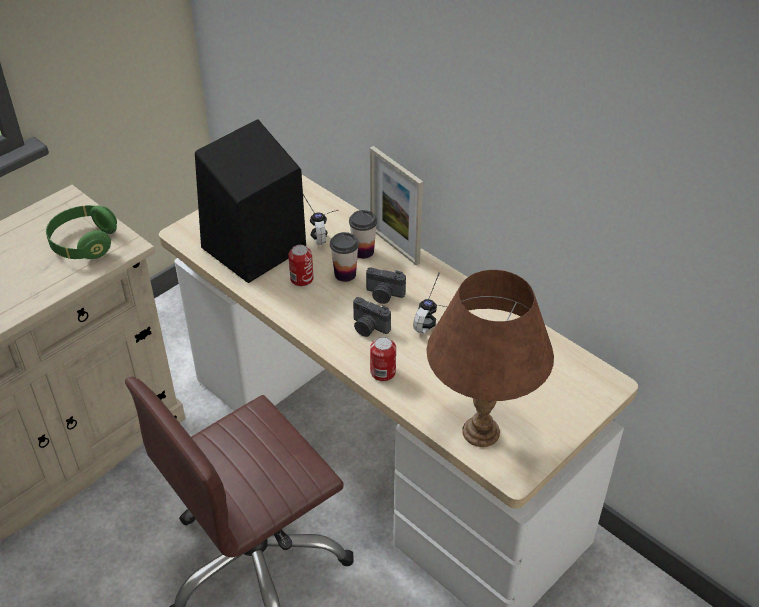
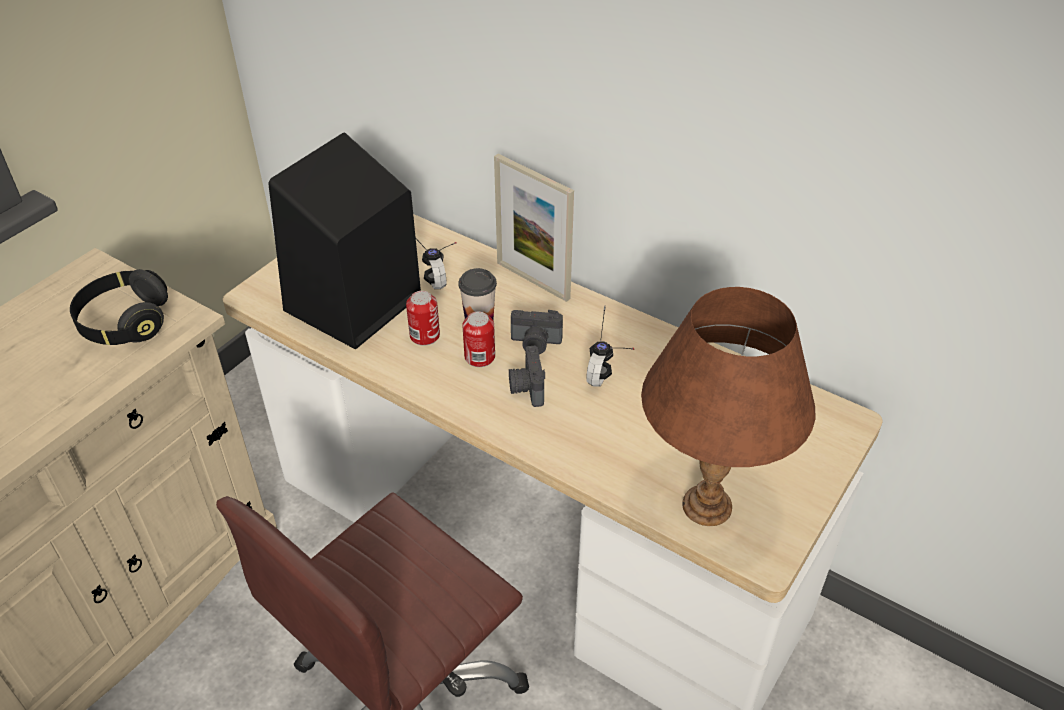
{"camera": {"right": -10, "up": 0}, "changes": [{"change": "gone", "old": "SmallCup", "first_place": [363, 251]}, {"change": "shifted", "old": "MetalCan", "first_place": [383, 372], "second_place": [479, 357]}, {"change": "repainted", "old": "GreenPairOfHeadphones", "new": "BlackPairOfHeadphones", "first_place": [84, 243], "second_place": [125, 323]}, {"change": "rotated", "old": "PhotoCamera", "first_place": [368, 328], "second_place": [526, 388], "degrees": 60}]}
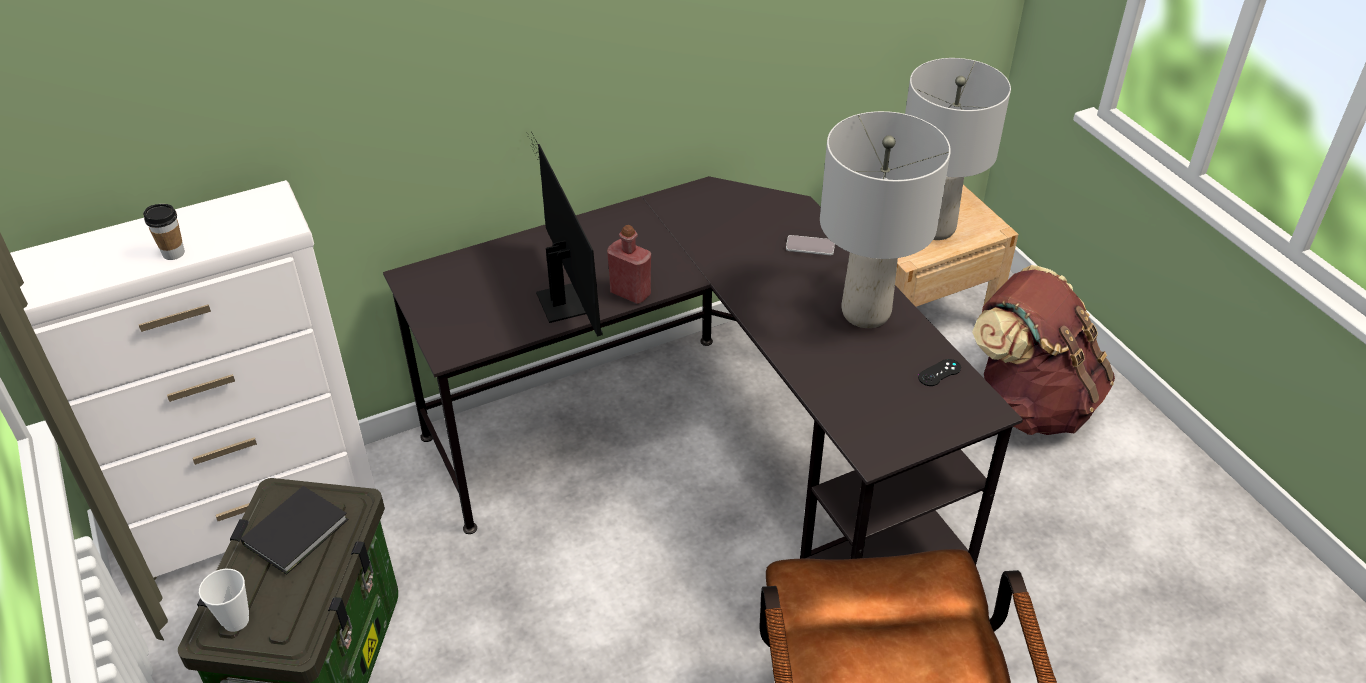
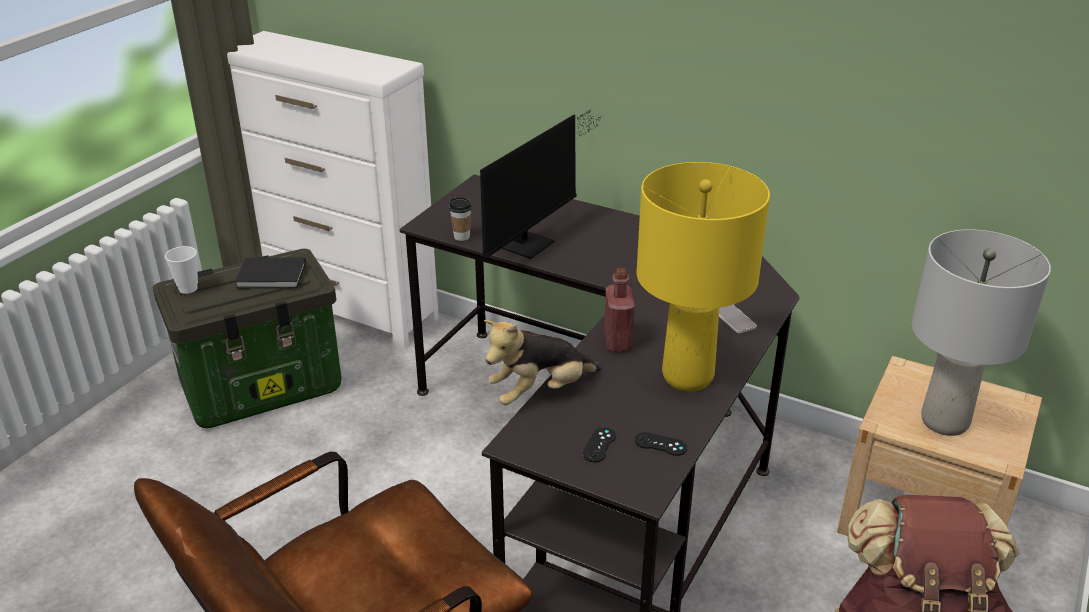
{"camera": {"right": 55, "up": -10}, "changes": [{"change": "new", "new": "CuddlyToy", "second_place": [540, 392]}, {"change": "new", "new": "BlackJoypad", "second_place": [599, 445]}, {"change": "shifted", "old": "SmallCup", "first_place": [173, 253], "second_place": [461, 237]}, {"change": "shifted", "old": "RedColouredDrinkBottle", "first_place": [630, 293], "second_place": [617, 341]}, {"change": "repainted", "old": "GrayTabletopLamp", "new": "YellowishTabletopLamp", "first_place": [866, 313], "second_place": [687, 377]}]}
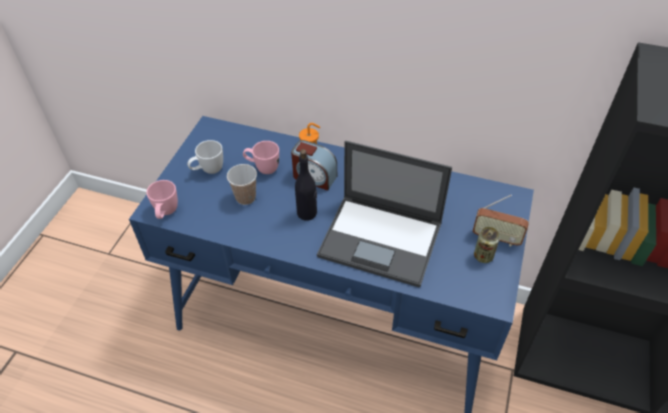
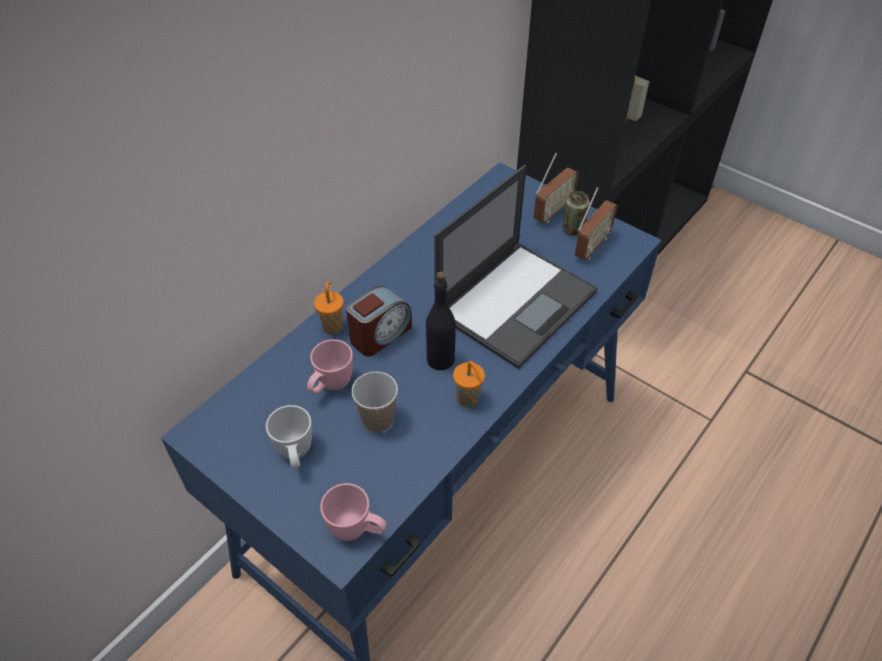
{"camera": {"right": -70, "up": 0}, "changes": [{"change": "new", "new": "OrangeSmallCup", "second_place": [468, 400]}, {"change": "new", "new": "RadioReceiver", "second_place": [592, 246]}]}
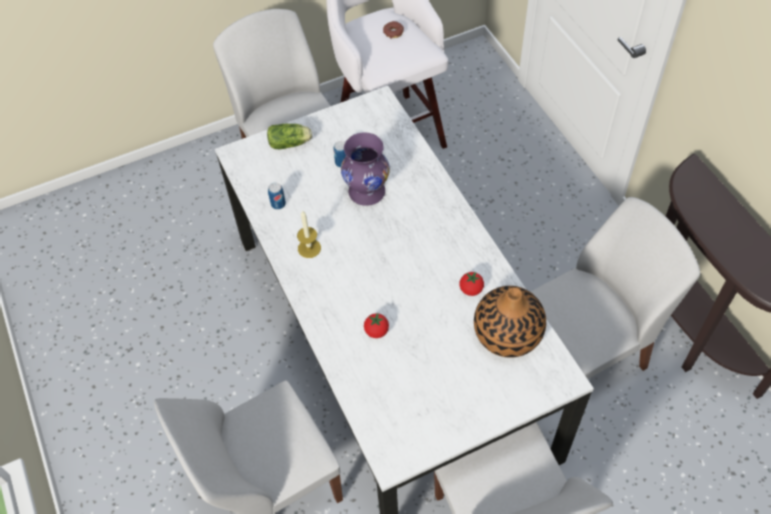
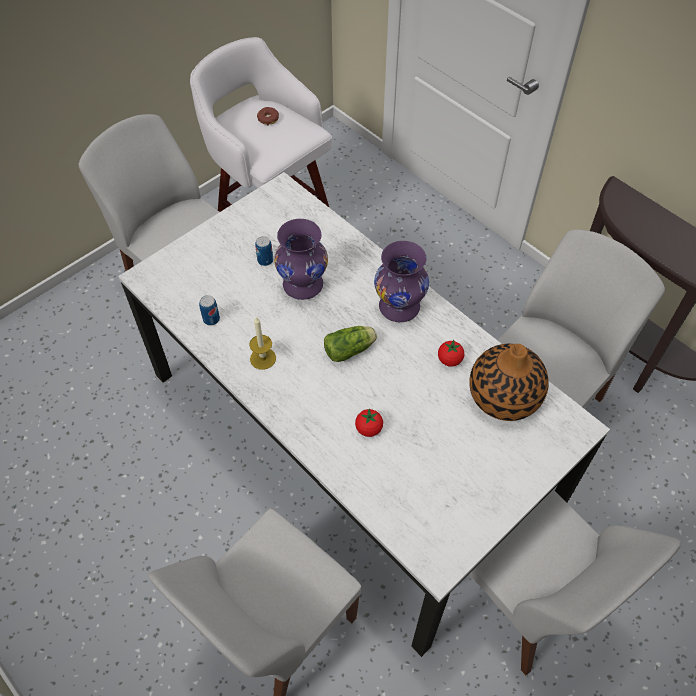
{"camera": {"right": -20, "up": 0}, "changes": [{"change": "new", "new": "PurplishFlowerVase", "second_place": [398, 306]}, {"change": "shifted", "old": "LettuceHead", "first_place": [291, 143], "second_place": [351, 349]}]}
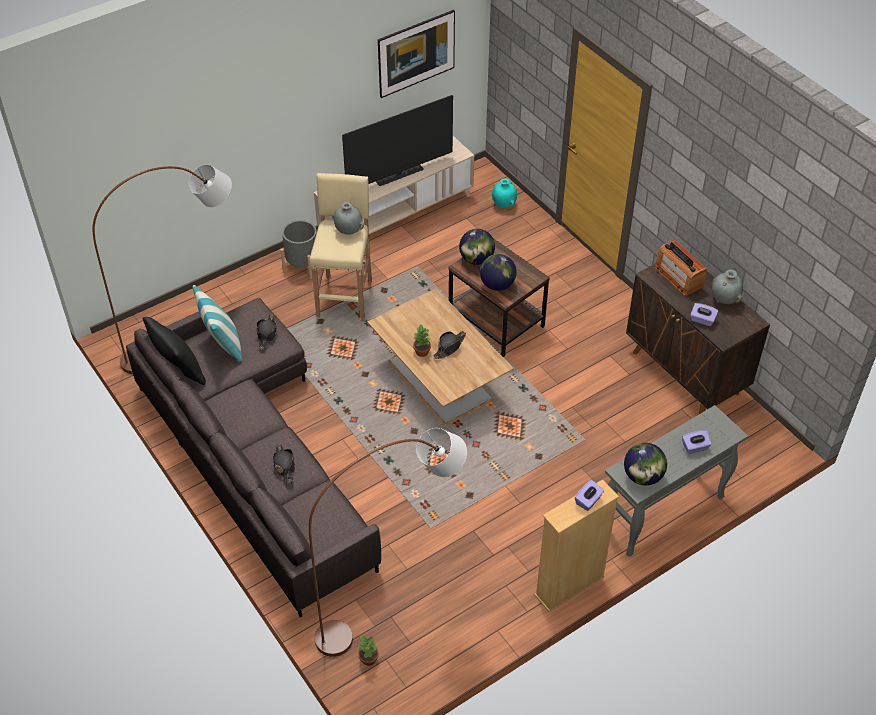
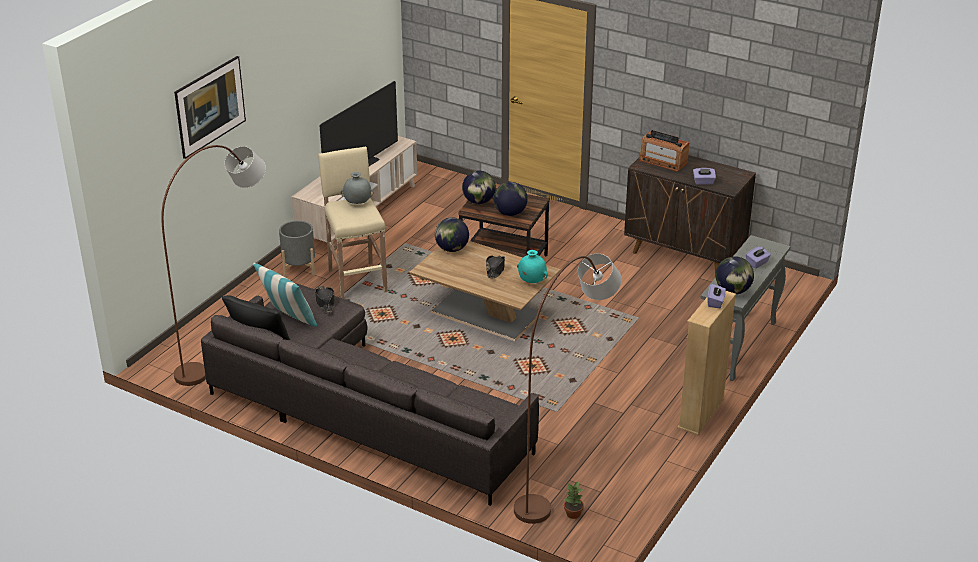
{"camera": {"right": -25, "up": -15}, "changes": [{"change": "gone", "old": "BlackWearableHat", "first_place": [284, 465]}, {"change": "gone", "old": "PottedPlant", "first_place": [422, 352]}, {"change": "gone", "old": "GrayFlowerVase", "first_place": [724, 300]}, {"change": "new", "new": "WorldGlobe", "second_place": [451, 249]}, {"change": "shifted", "old": "WallPicture", "first_place": [416, 67], "second_place": [212, 122]}, {"change": "shifted", "old": "TurquoiseFlowerVase", "first_place": [503, 205], "second_place": [531, 282]}]}
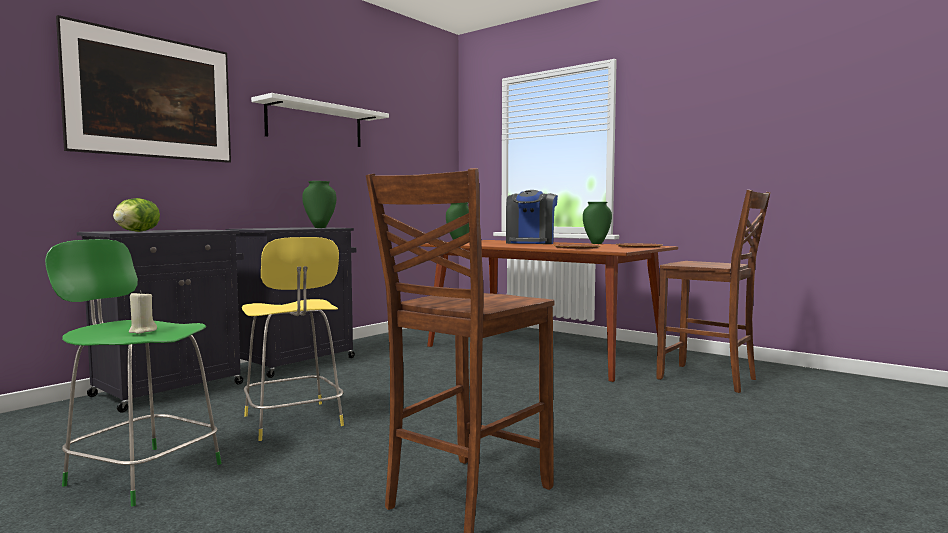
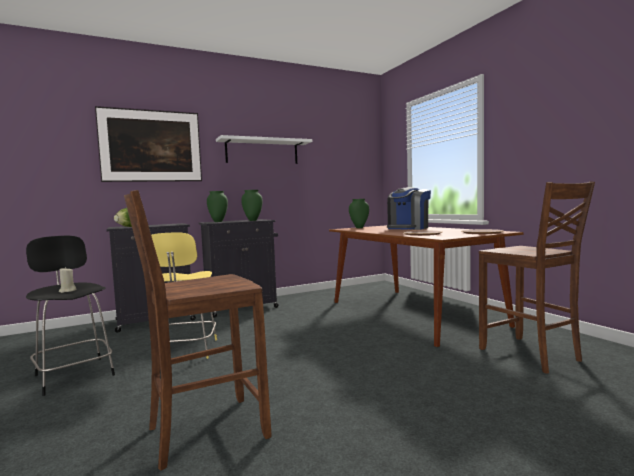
{"camera": {"right": 25, "up": 0}, "changes": [{"change": "shifted", "old": "GreenFlowerVase", "first_place": [596, 243], "second_place": [218, 222]}, {"change": "repainted", "old": "GreenStool", "new": "BlackStool", "first_place": [141, 473], "second_place": [74, 374]}]}
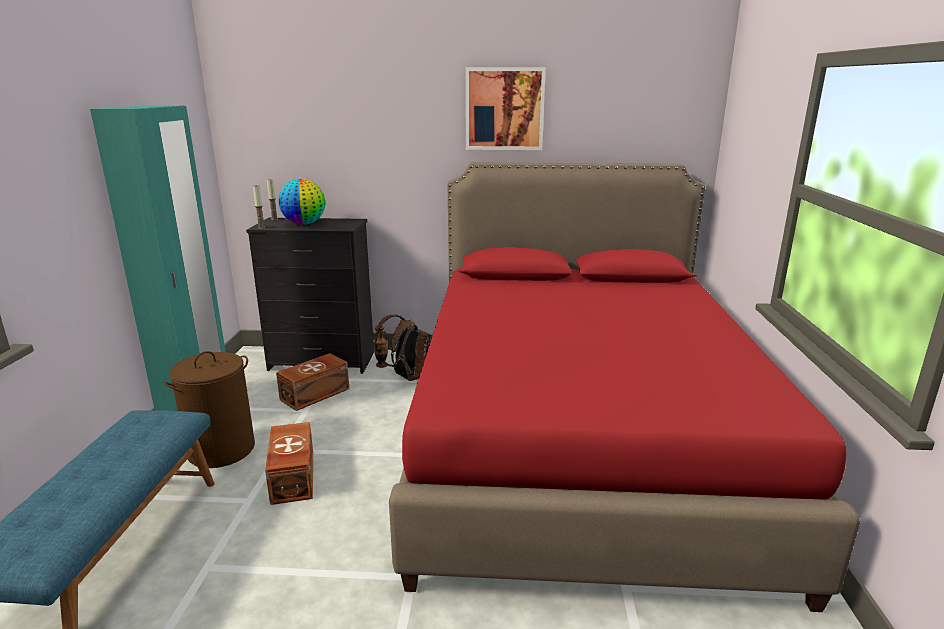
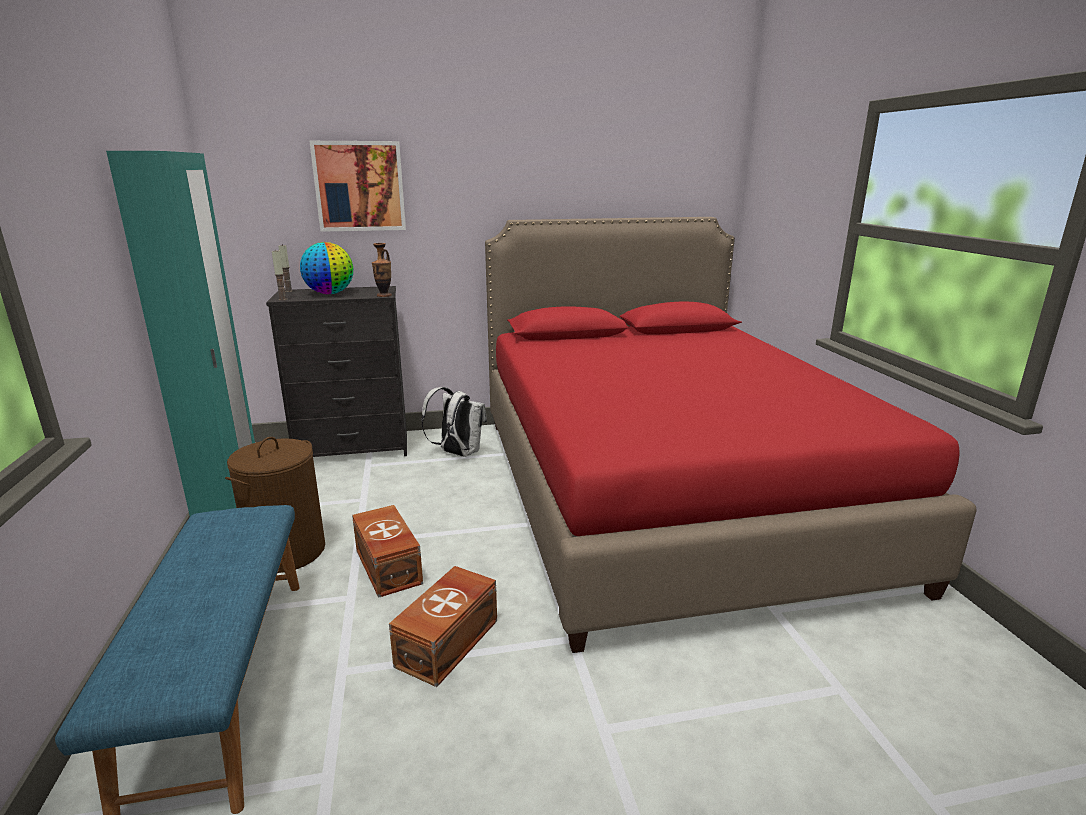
{"camera": {"right": -15, "up": 0}, "changes": [{"change": "shifted", "old": "BrownColouredStorageBox", "first_place": [316, 394], "second_place": [450, 642]}, {"change": "shifted", "old": "FlowerVase", "first_place": [381, 365], "second_place": [384, 295]}, {"change": "shifted", "old": "WallPicture", "first_place": [504, 109], "second_place": [359, 186]}, {"change": "repainted", "old": "BrownColouredKnapsack", "new": "WhiteKnapsack", "first_place": [407, 376], "second_place": [457, 453]}]}
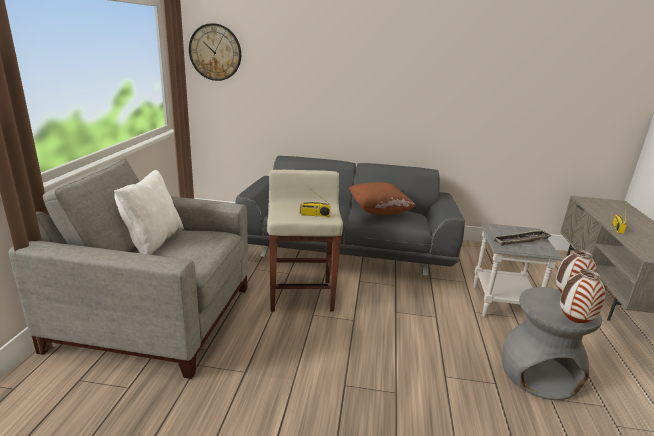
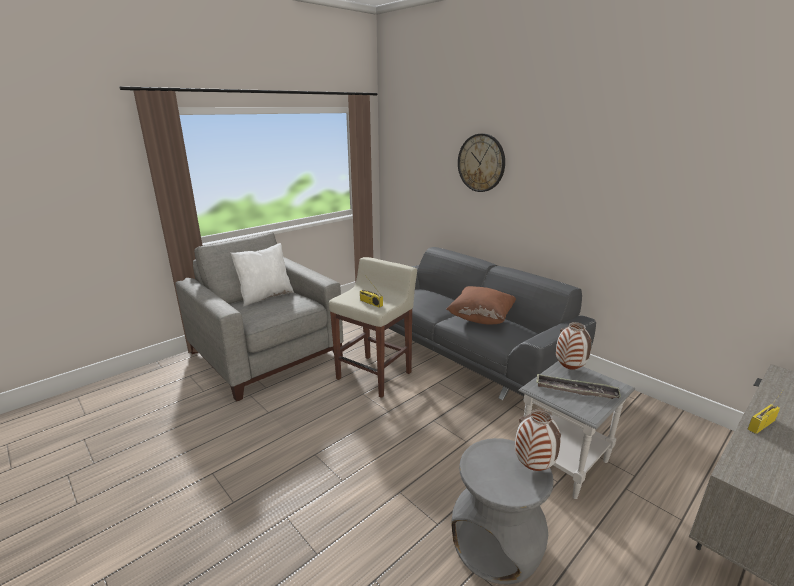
{"camera": {"right": 40, "up": 0}, "changes": [{"change": "shifted", "old": "HangingClock", "first_place": [215, 52], "second_place": [481, 163]}, {"change": "shifted", "old": "FlowerVase", "first_place": [574, 321], "second_place": [570, 369]}]}
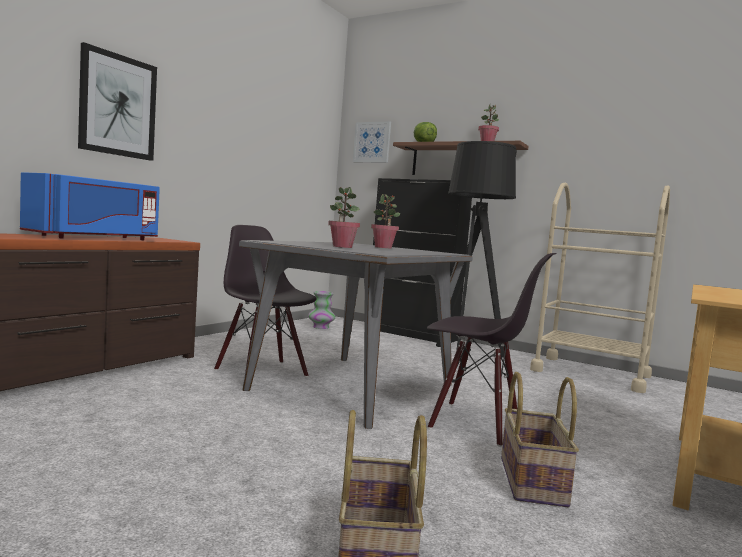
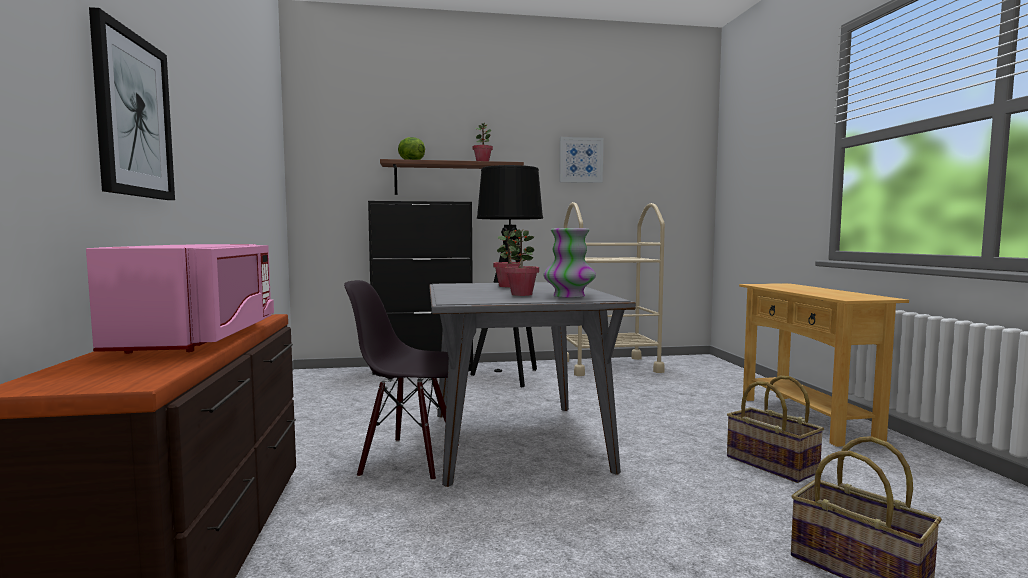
{"camera": {"right": -40, "up": 0}, "changes": [{"change": "gone", "old": "BlackPlainChair", "first_place": [474, 423]}, {"change": "shifted", "old": "FlowerVase", "first_place": [320, 327], "second_place": [568, 296]}, {"change": "shifted", "old": "WallPicture", "first_place": [372, 142], "second_place": [580, 160]}, {"change": "repainted", "old": "BlueColouredMicrowave", "new": "PinkishMicrowave", "first_place": [95, 238], "second_place": [199, 338]}]}
